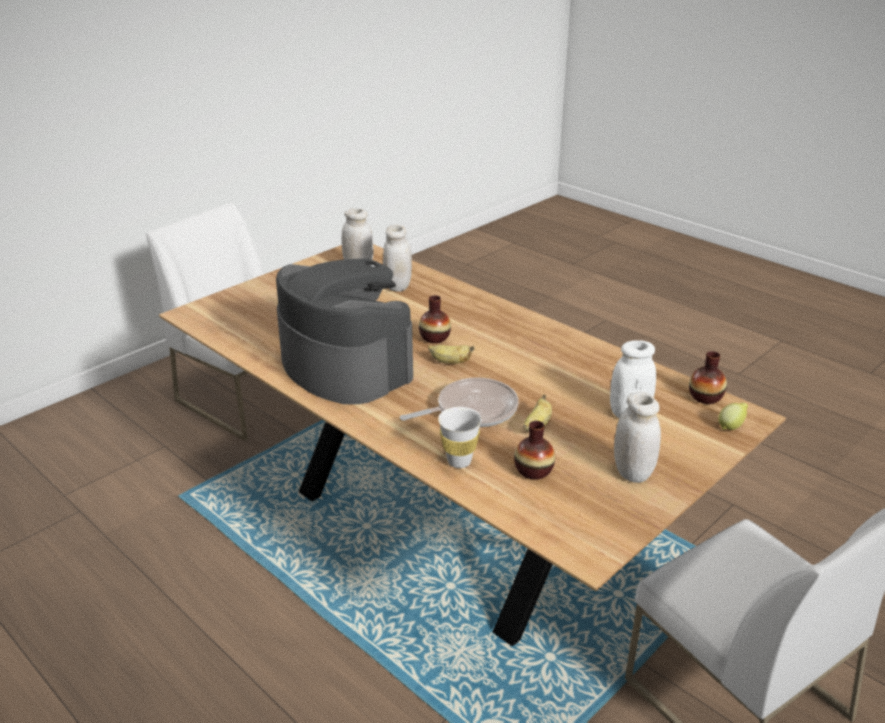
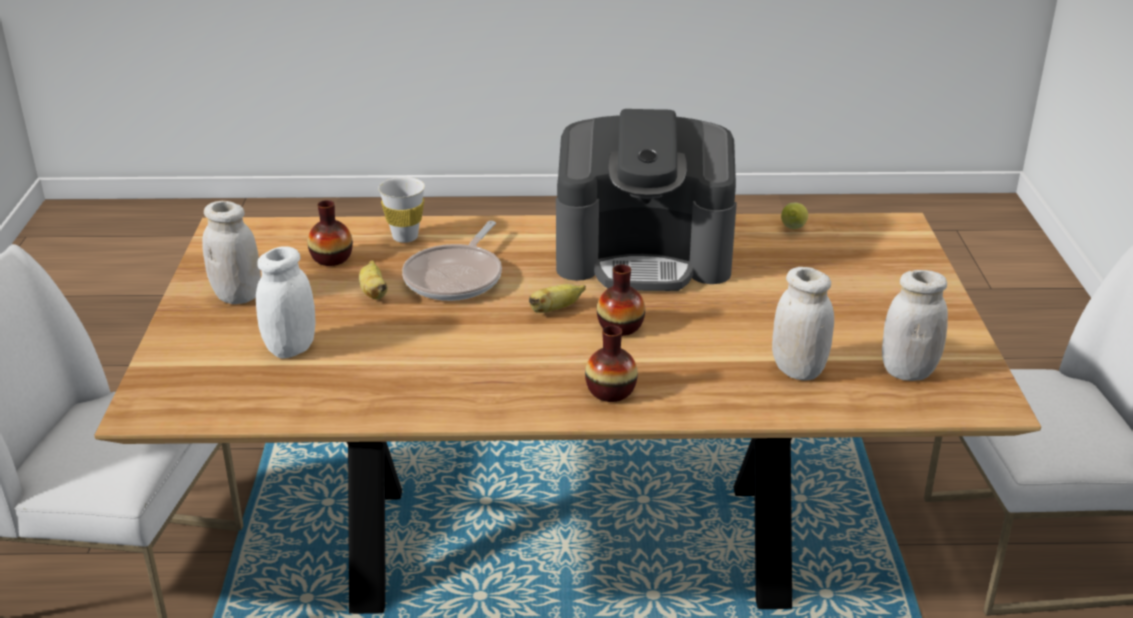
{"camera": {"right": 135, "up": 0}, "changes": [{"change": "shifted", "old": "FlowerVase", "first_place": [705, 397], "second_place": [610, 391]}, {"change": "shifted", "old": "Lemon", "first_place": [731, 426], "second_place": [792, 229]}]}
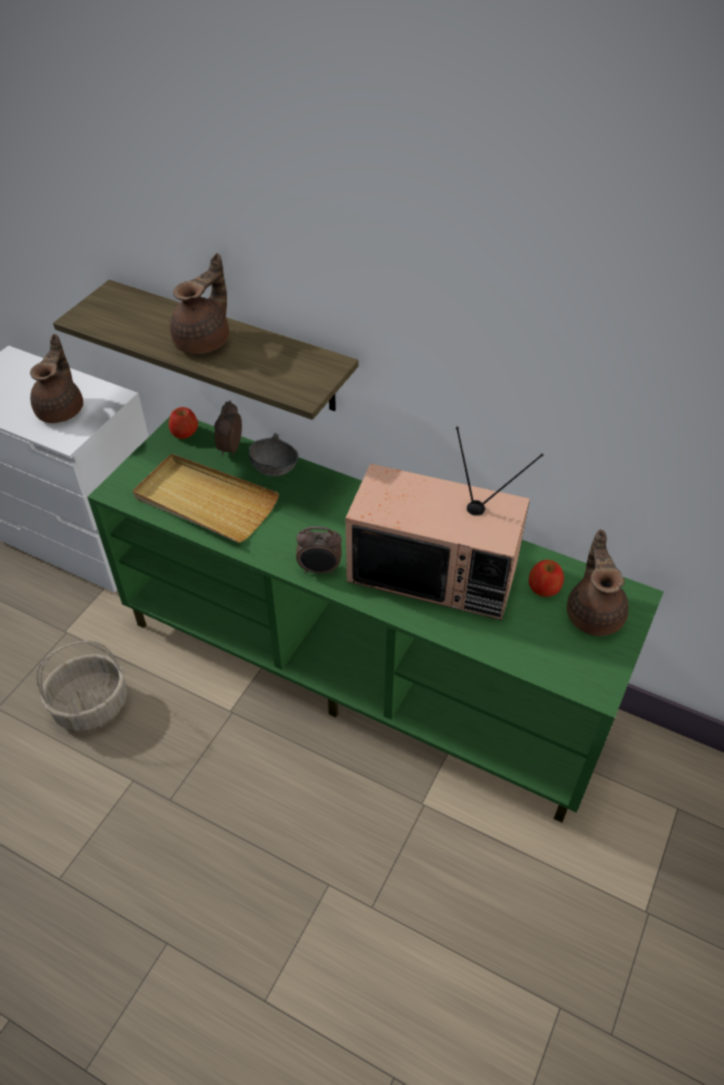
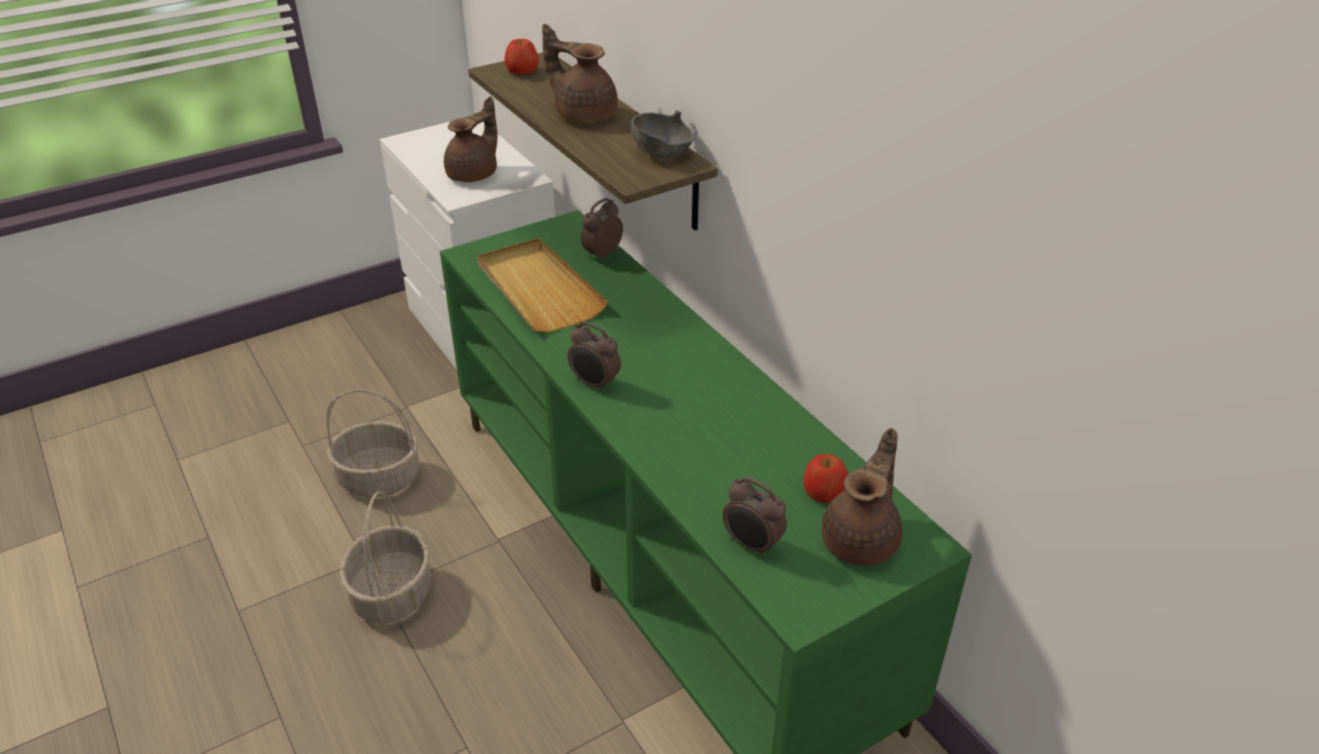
{"camera": {"right": 30, "up": -10}, "changes": [{"change": "gone", "old": "TvSet", "first_place": [436, 570]}, {"change": "new", "new": "Basket", "second_place": [392, 594]}, {"change": "new", "new": "BedsideClock", "second_place": [751, 545]}, {"change": "shifted", "old": "AppleFruit", "first_place": [184, 432], "second_place": [522, 71]}, {"change": "shifted", "old": "GrayDeepDish", "first_place": [275, 469], "second_place": [662, 154]}, {"change": "rotated", "old": "BrownColouredPotForTea", "first_place": [204, 341], "second_place": [584, 114], "degrees": -120}]}
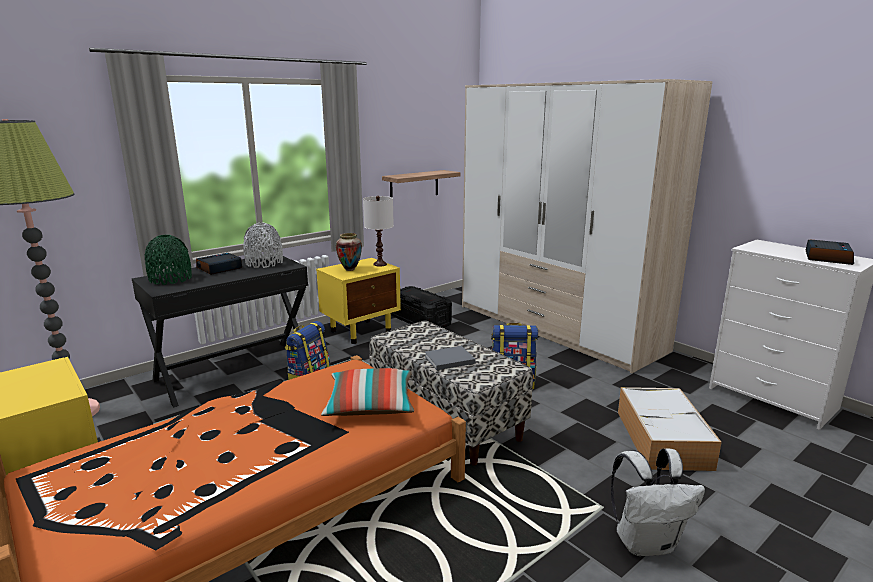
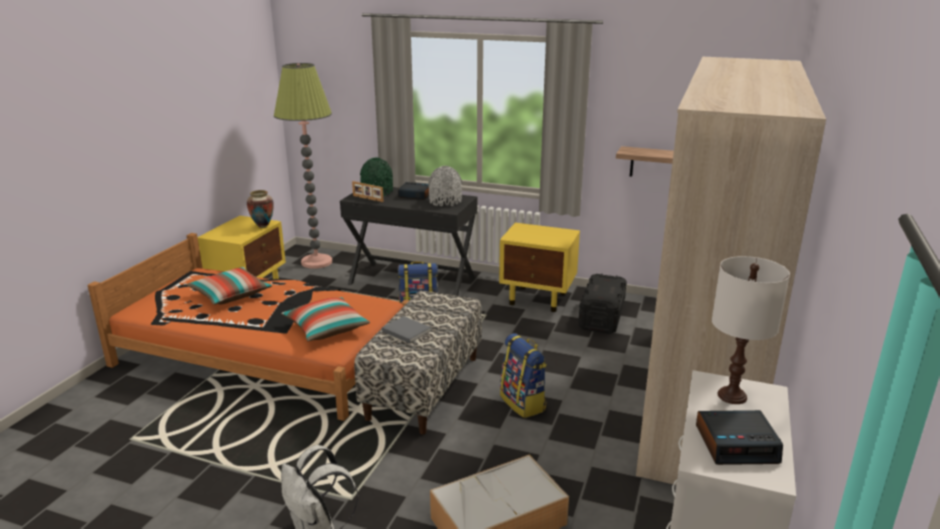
{"camera": {"right": 60, "up": 5}, "changes": [{"change": "new", "new": "Pillow", "second_place": [231, 295]}, {"change": "new", "new": "StandingFrame", "second_place": [367, 199]}, {"change": "shifted", "old": "FlowerVase", "first_place": [350, 269], "second_place": [262, 226]}, {"change": "shifted", "old": "WhiteTabletopLamp", "first_place": [379, 264], "second_place": [731, 395]}]}
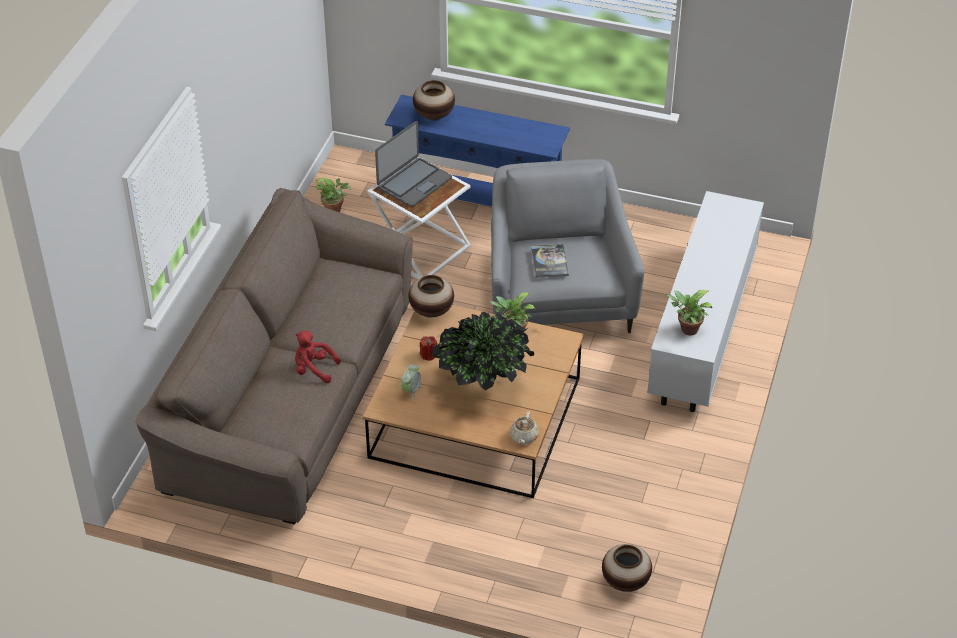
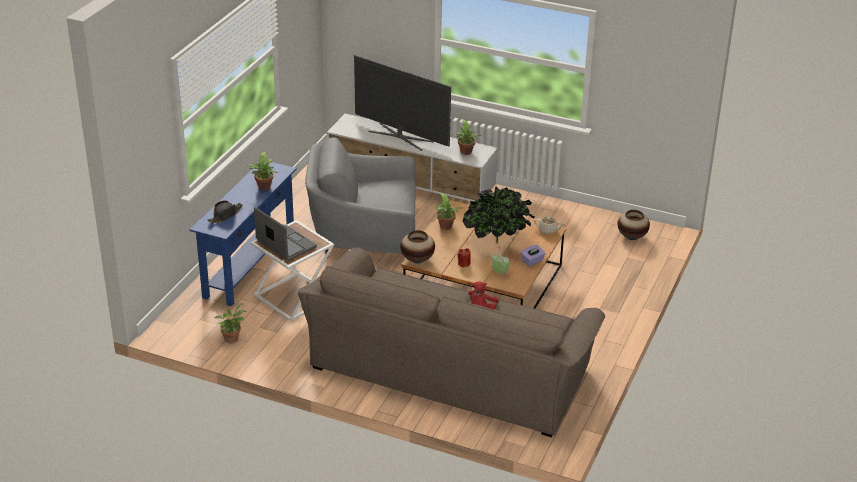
{"camera": {"right": -85, "up": -10}, "changes": [{"change": "gone", "old": "Volume", "first_place": [549, 262]}, {"change": "new", "new": "PottedPlant", "second_place": [264, 188]}, {"change": "new", "new": "TvSet", "second_place": [401, 136]}, {"change": "new", "new": "PurplishTissueHolder", "second_place": [532, 261]}, {"change": "swapped", "old": "FlowerVase", "new": "BlackWearableHat", "first_place": [434, 116], "second_place": [225, 215]}]}
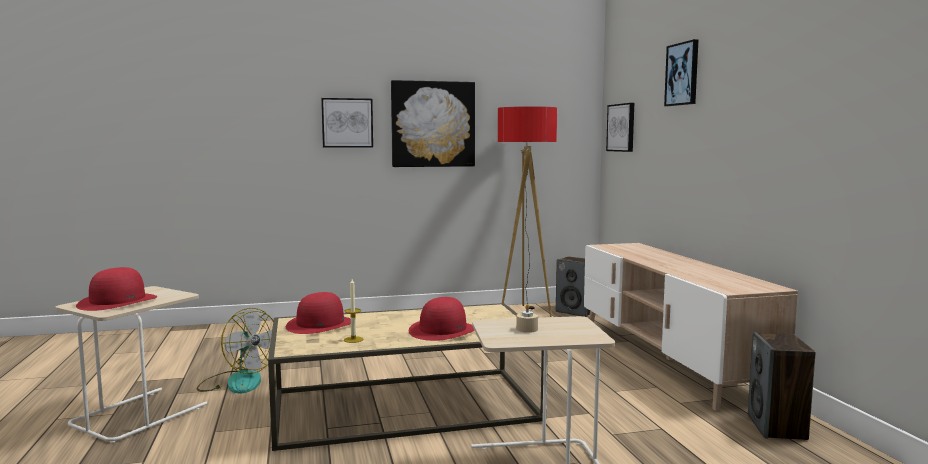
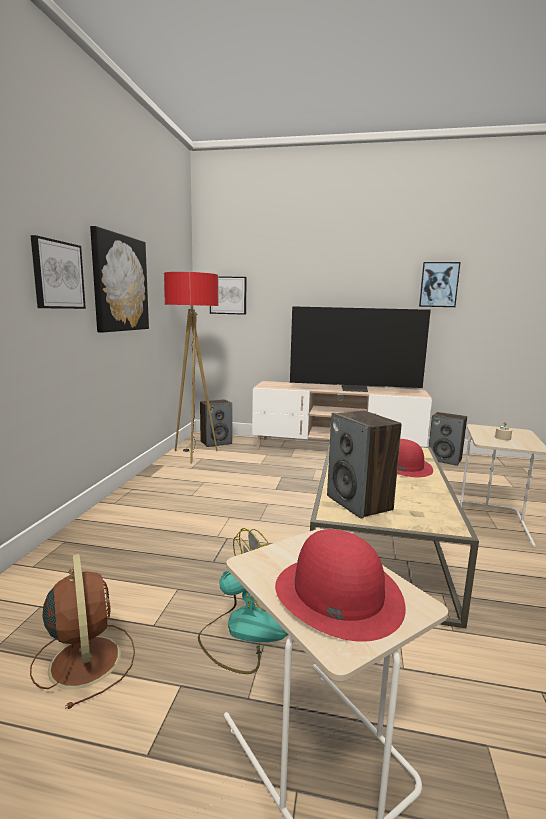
{"camera": {"right": -65, "up": 5}, "changes": [{"change": "gone", "old": "Candle", "first_place": [353, 339]}, {"change": "new", "new": "BrownColouredElectricFan", "second_place": [85, 659]}, {"change": "new", "new": "TvSet", "second_place": [355, 390]}, {"change": "shifted", "old": "WallPicture", "first_place": [682, 74], "second_place": [439, 284]}, {"change": "swapped", "old": "RedColouredWearableHat", "new": "Loudspeaker", "first_place": [320, 324], "second_place": [359, 503]}]}
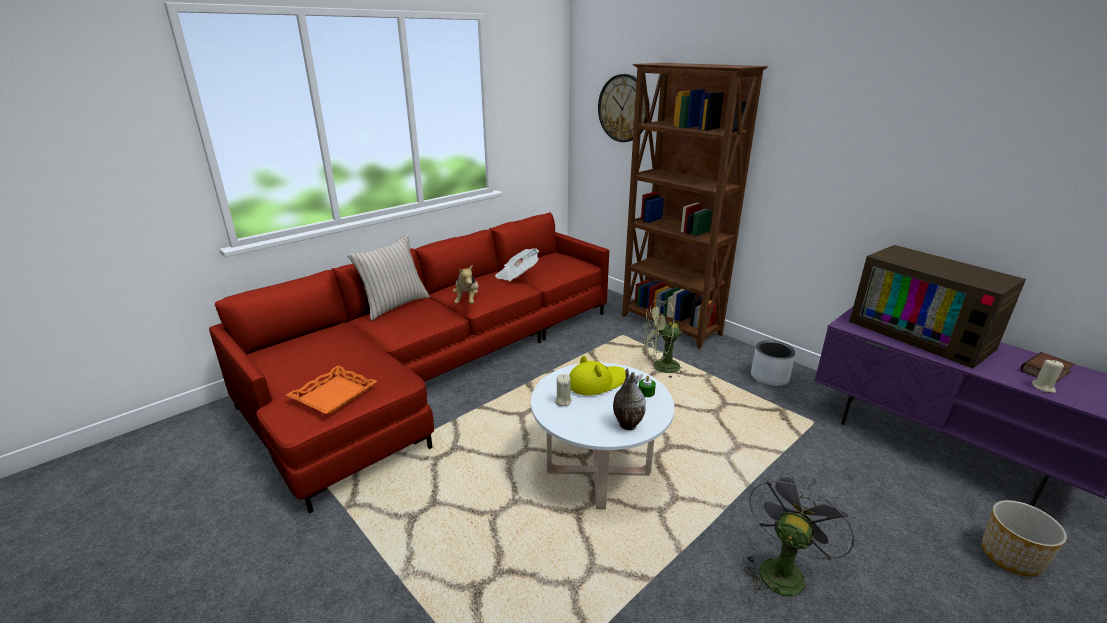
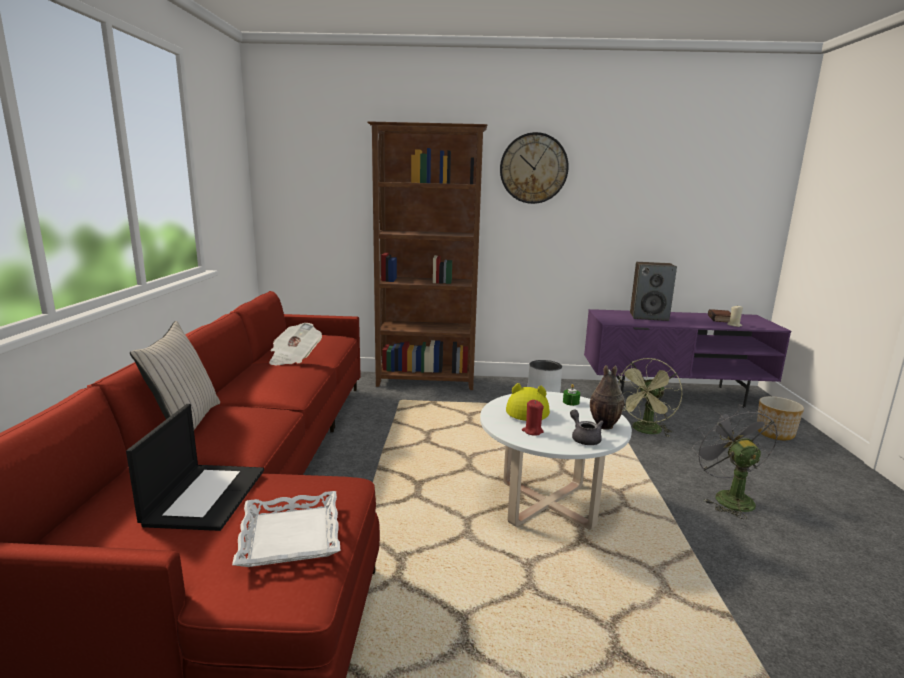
{"camera": {"right": -45, "up": -10}, "changes": [{"change": "gone", "old": "CuddlyToy", "first_place": [467, 300]}, {"change": "new", "new": "Laptop", "second_place": [205, 495]}, {"change": "new", "new": "GrayPotForTea", "second_place": [584, 438]}, {"change": "shifted", "old": "HangingClock", "first_place": [624, 108], "second_place": [533, 168]}, {"change": "shifted", "old": "GreenElectricFan", "first_place": [660, 367], "second_place": [645, 431]}, {"change": "swapped", "old": "TvSet", "new": "Loudspeaker", "first_place": [923, 334], "second_place": [649, 317]}, {"change": "repainted", "old": "OrangeTray", "new": "WhiteTray", "first_place": [334, 395], "second_place": [291, 536]}, {"change": "repainted", "old": "BeigeCandle", "new": "RedColouredCandle", "first_place": [562, 401], "second_place": [532, 431]}]}
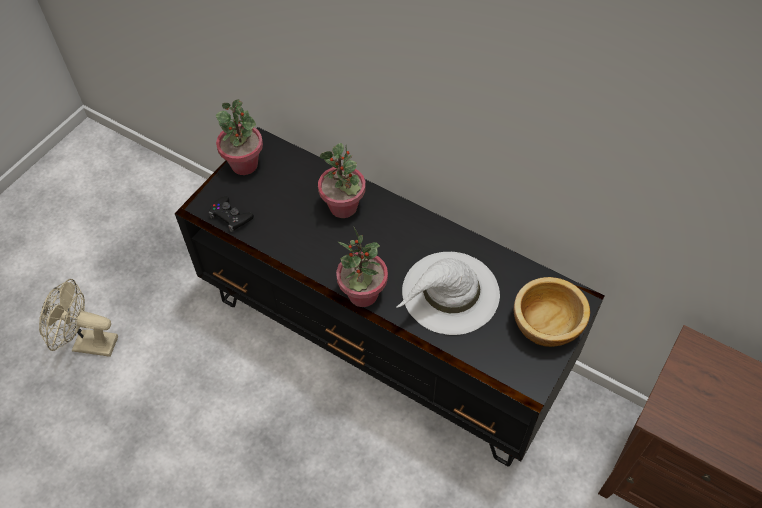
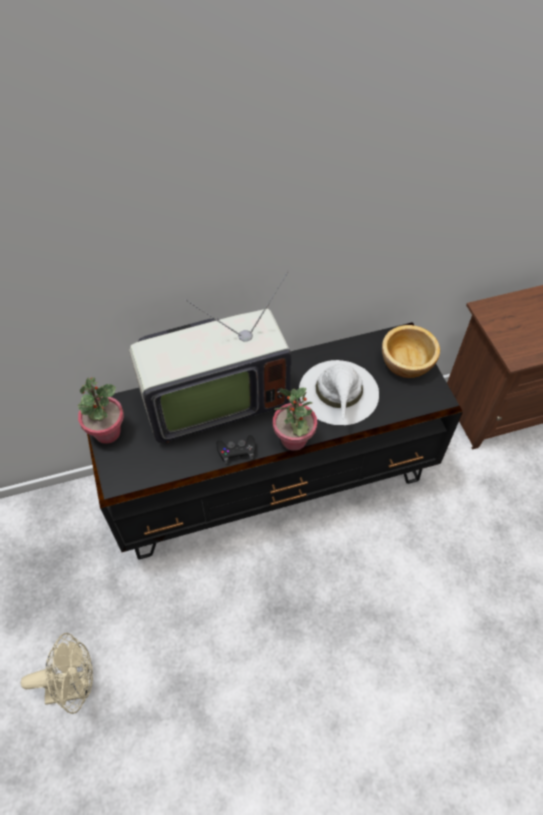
{"camera": {"right": -50, "up": 0}, "changes": [{"change": "shifted", "old": "BlackJoypad", "first_place": [231, 216], "second_place": [236, 451]}, {"change": "swapped", "old": "PottedPlant", "new": "TvSet", "first_place": [343, 207], "second_place": [212, 400]}, {"change": "rotated", "old": "BeigeElectricFan", "first_place": [88, 344], "second_place": [75, 686], "degrees": -150}]}
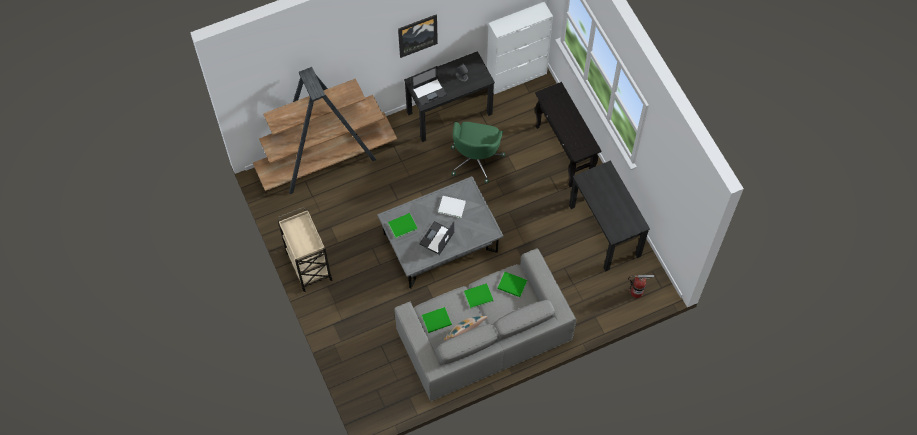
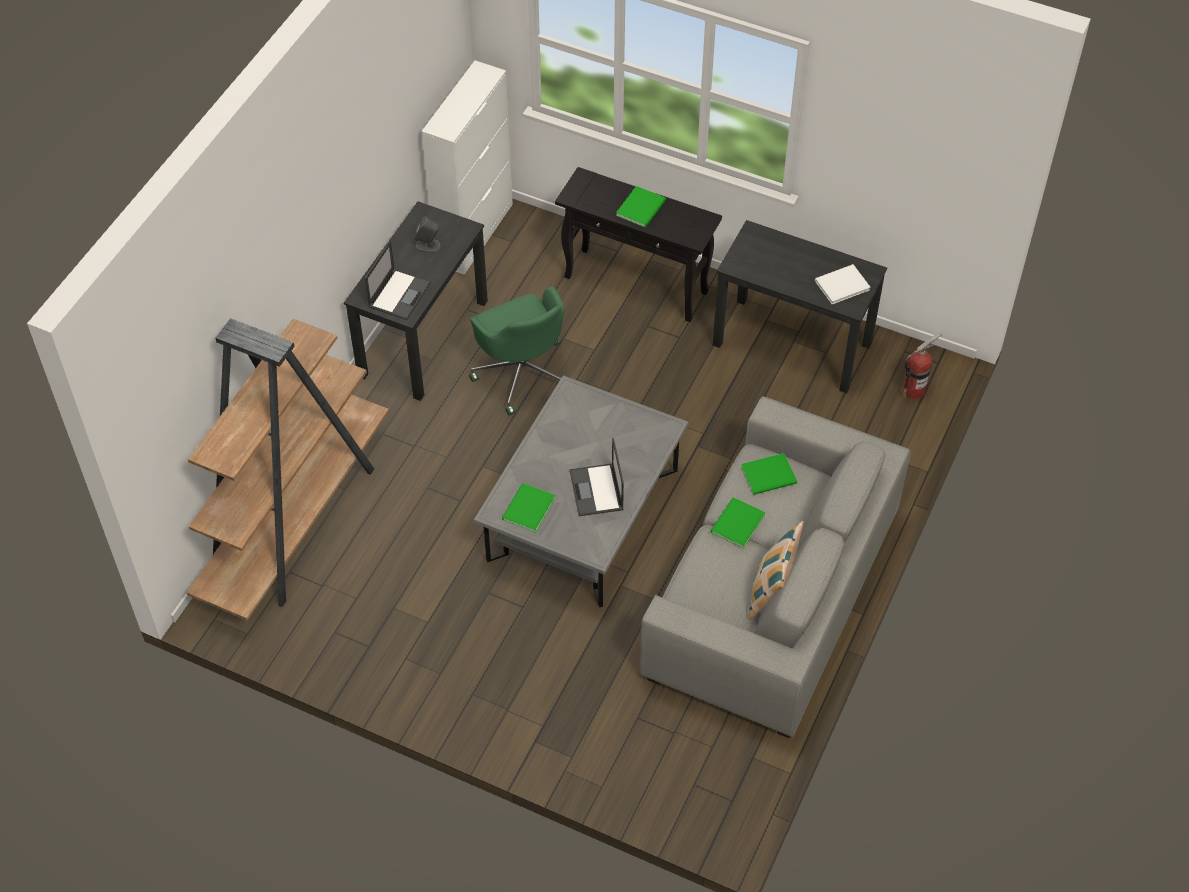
{"camera": {"right": -40, "up": -10}, "changes": [{"change": "gone", "old": "BeigeTrolley", "first_place": [308, 264]}, {"change": "gone", "old": "WallPicture", "first_place": [417, 35]}, {"change": "shifted", "old": "GreenVolume", "first_place": [437, 320], "second_place": [642, 207]}, {"change": "shifted", "old": "WhiteVolume", "first_place": [451, 206], "second_place": [840, 285]}]}
